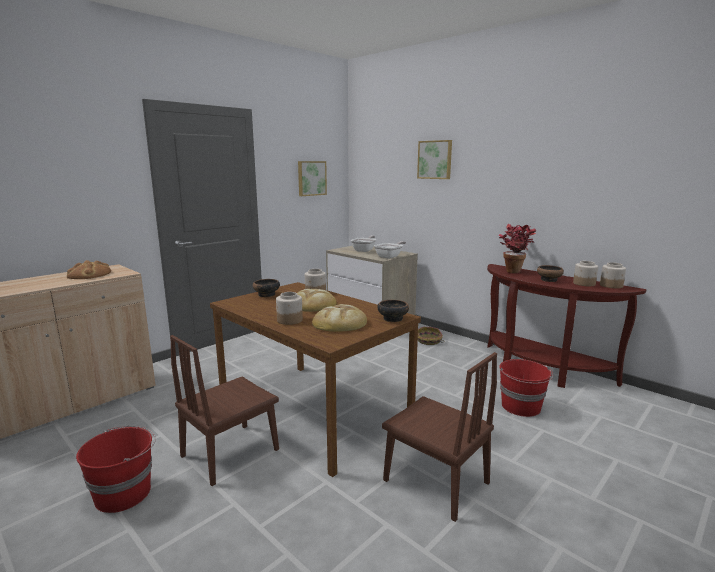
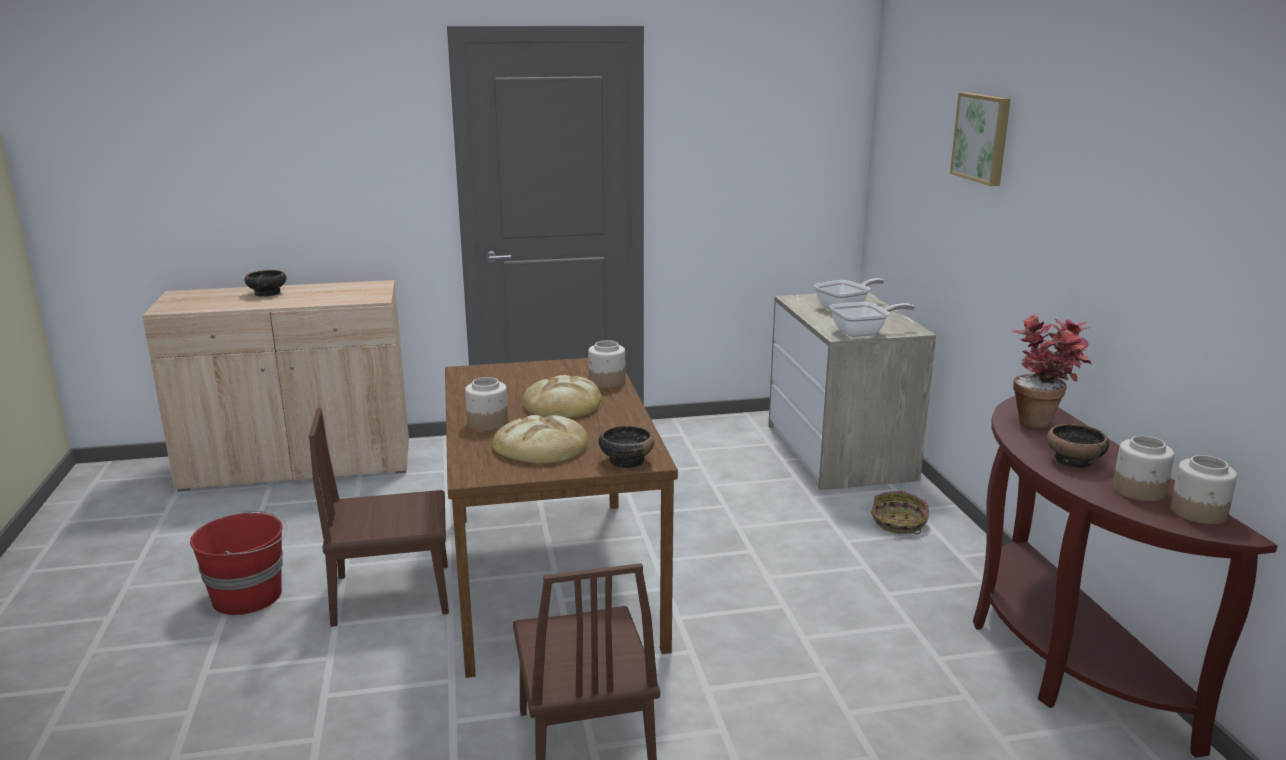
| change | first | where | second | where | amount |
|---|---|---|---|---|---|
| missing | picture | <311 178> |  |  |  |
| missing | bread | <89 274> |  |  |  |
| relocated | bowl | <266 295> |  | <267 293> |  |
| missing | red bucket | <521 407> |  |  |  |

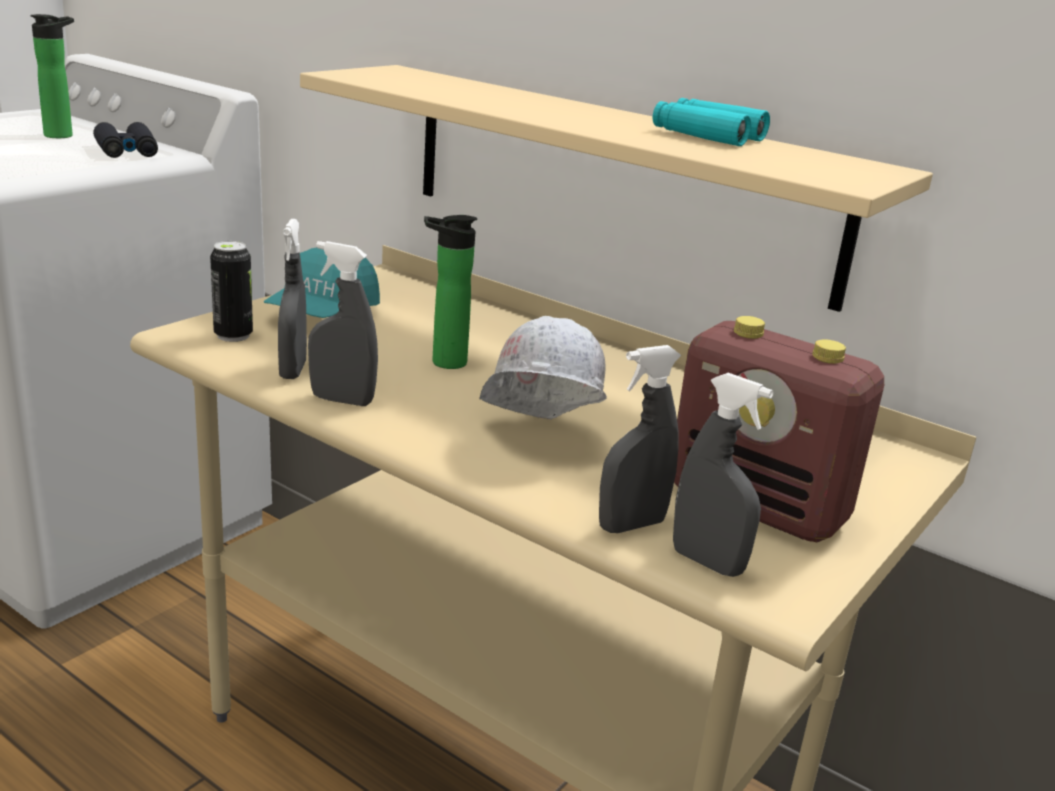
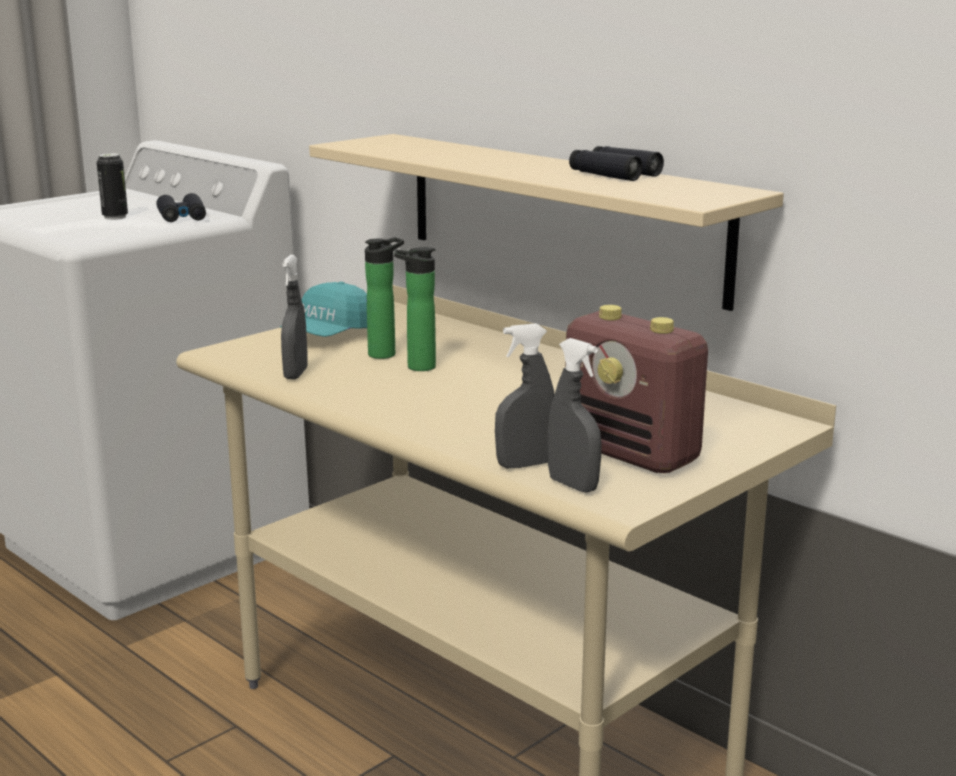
| change | first | where | second | where | amount |
|---|---|---|---|---|---|
| relocated | bottle | <63 135> |  | <385 354> |  |
| colour | turquoise binoculars | <707 135> | black binoculars | <614 174> |  |
| relocated | can | <233 336> |  | <115 217> |  |
| missing | grey spray bottle | <342 400> |  |  |  |
| missing | white hard hat | <536 438> |  |  |  |

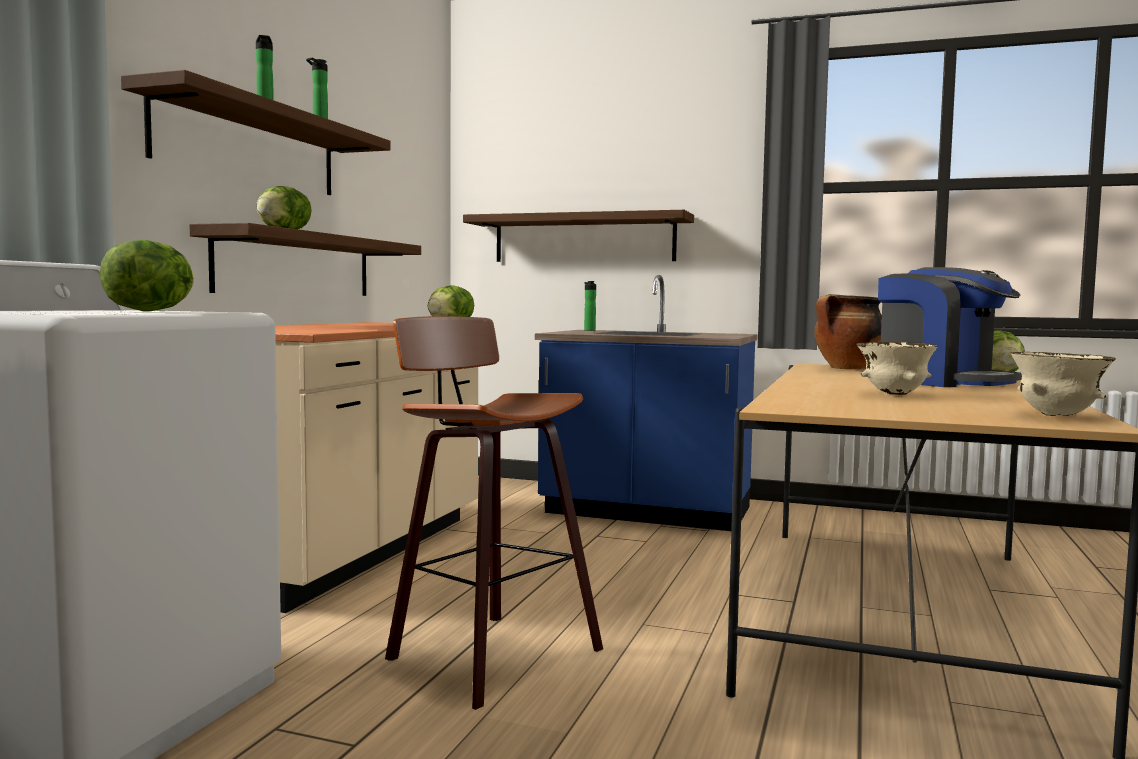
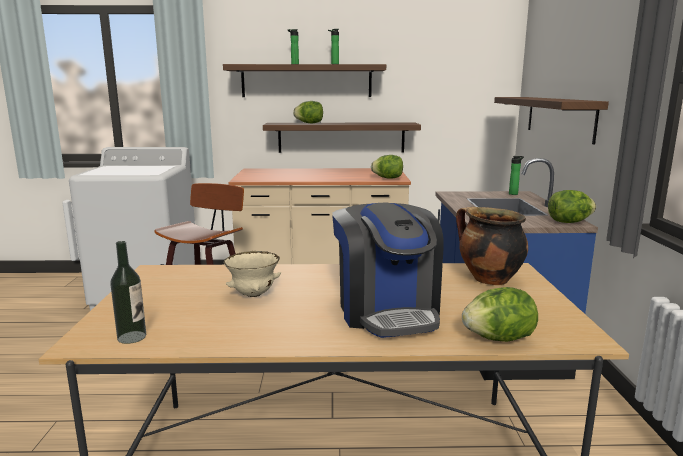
| change | first | where | second | where | amount |
|---|---|---|---|---|---|
| relocated | lettuce | <151 311> |  | <569 222> |  |
| spun | coffee machine | <941 382> |  | <387 311> | 45 degrees counterclockwise |
| exchanged | beige bowl | <1057 416> | bottle | <132 337> |  |

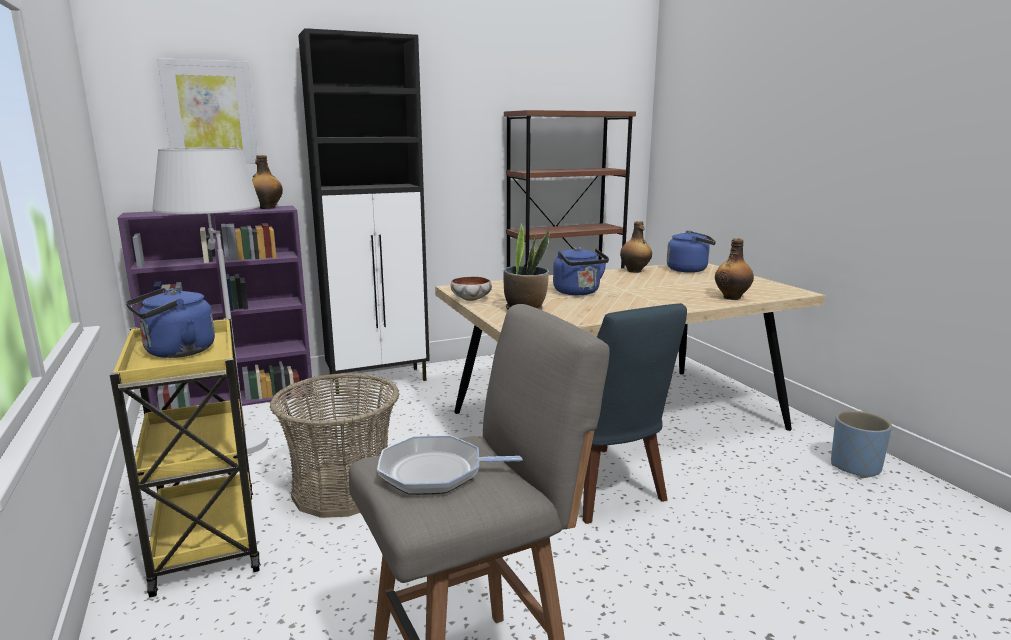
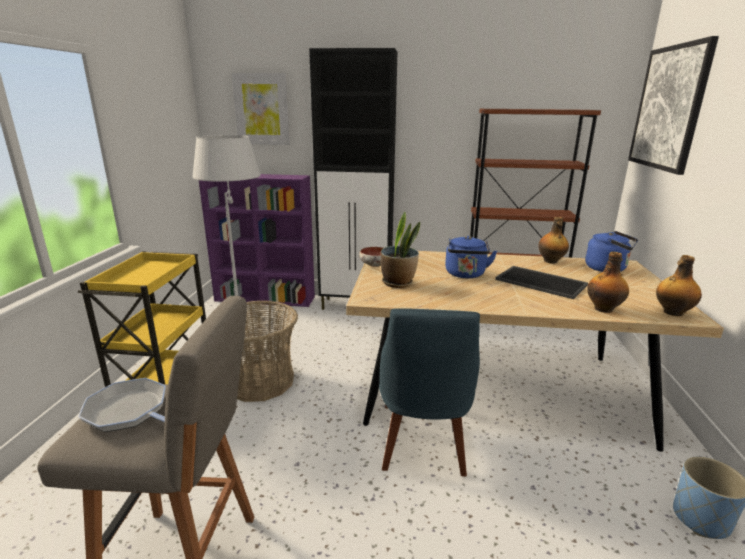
| change | first | where | second | where | amount |
|---|---|---|---|---|---|
| relocated | bottle | <267 208> |  | <672 312> |  |
| missing | blue kettle | <176 352> |  |  |  |
| appeared |  |  | picture | <669 108> |  |
| appeared |  |  | tray | <542 282> |  |

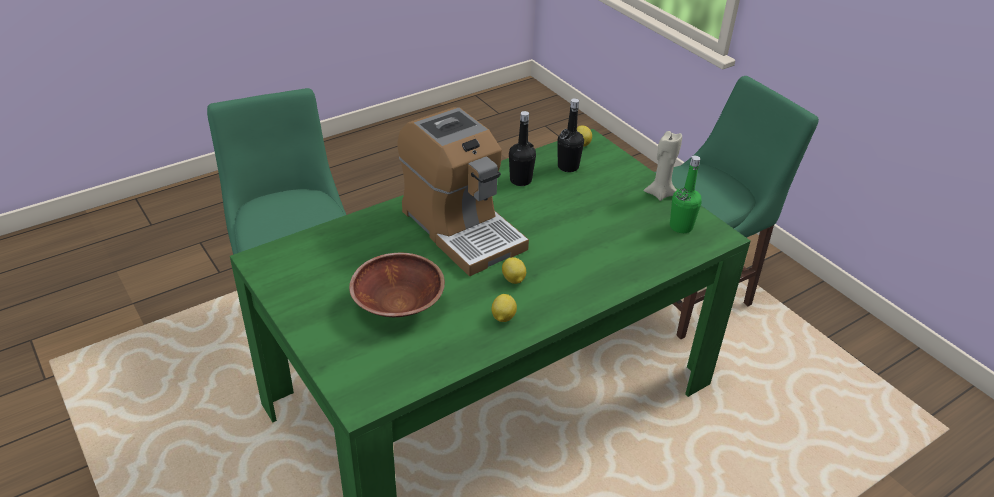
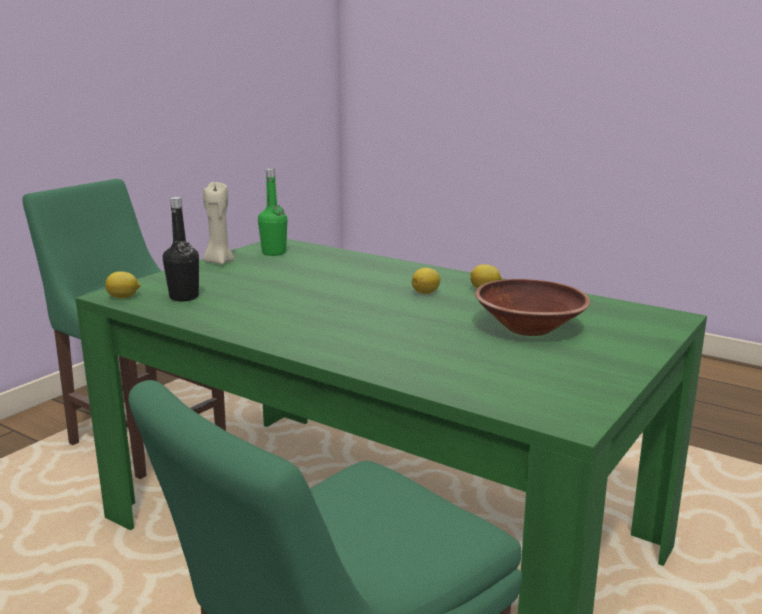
| change | first | where | second | where | amount |
|---|---|---|---|---|---|
| missing | coffee machine | <461 229> |  |  |  |
| missing | black bottle | <520 180> |  |  |  |

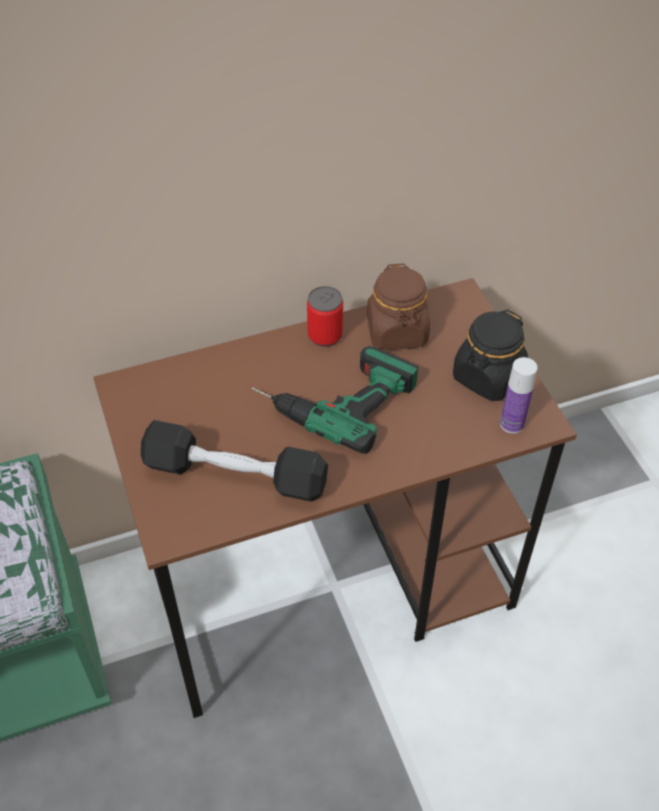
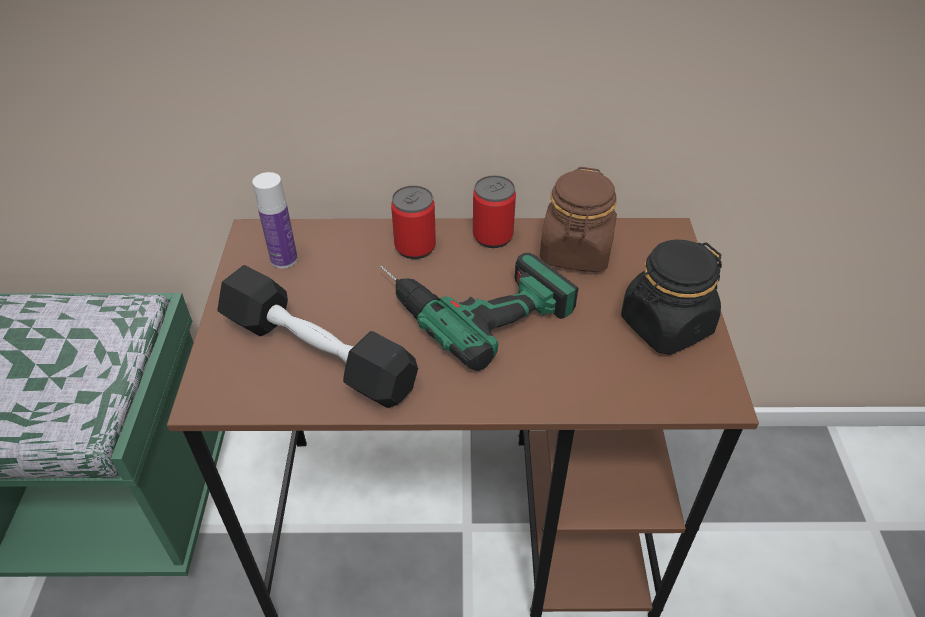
| change | first | where | second | where | amount |
|---|---|---|---|---|---|
| relocated | bottle | <512 424> |  | <284 259> |  |
| appeared |  |  | can | <415 247> |  |

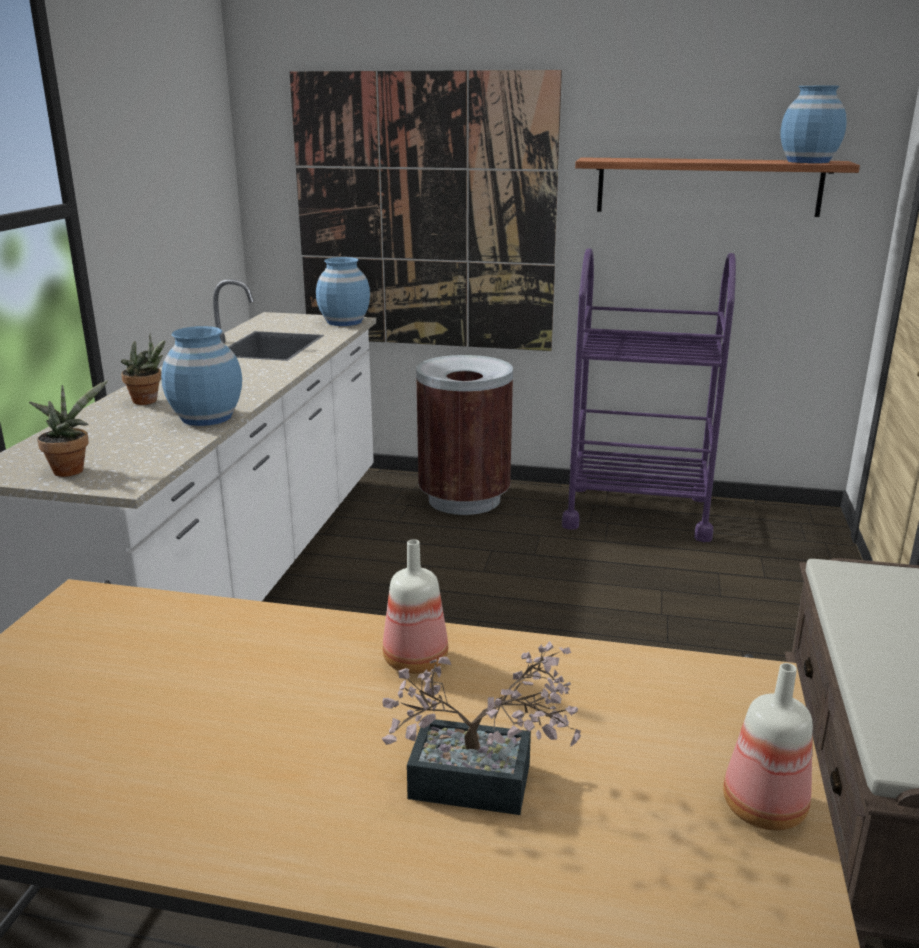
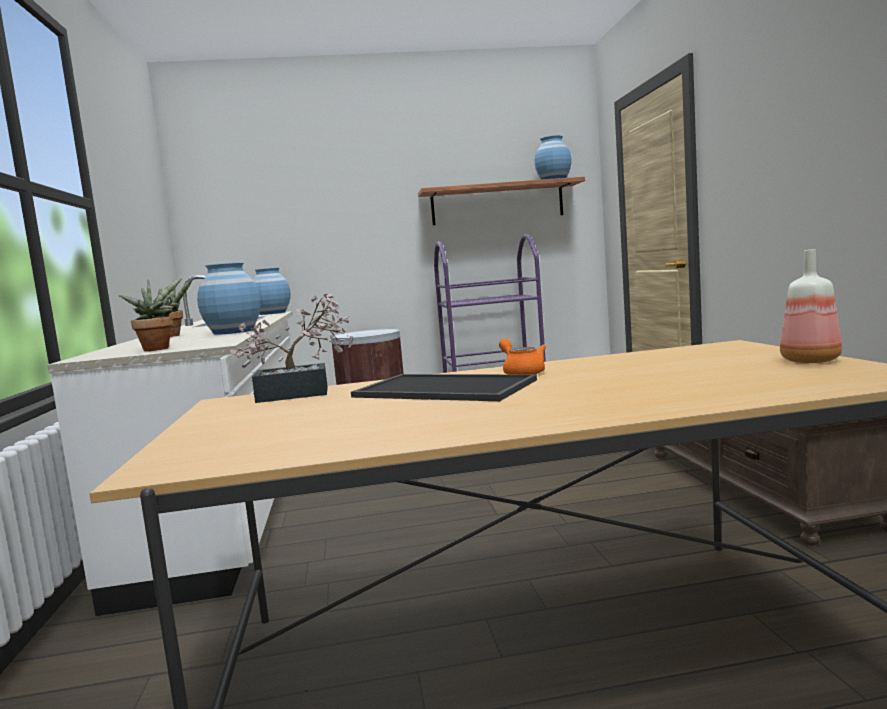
| change | first | where | second | where | amount |
|---|---|---|---|---|---|
| missing | picture | <424 215> |  |  |  |
| exchanged | bottle | <413 660> | orange teapot | <521 372> |  |
| relocated | potted plant | <485 784> |  | <302 393> |  |
| appeared |  |  | tray | <441 389> |  |

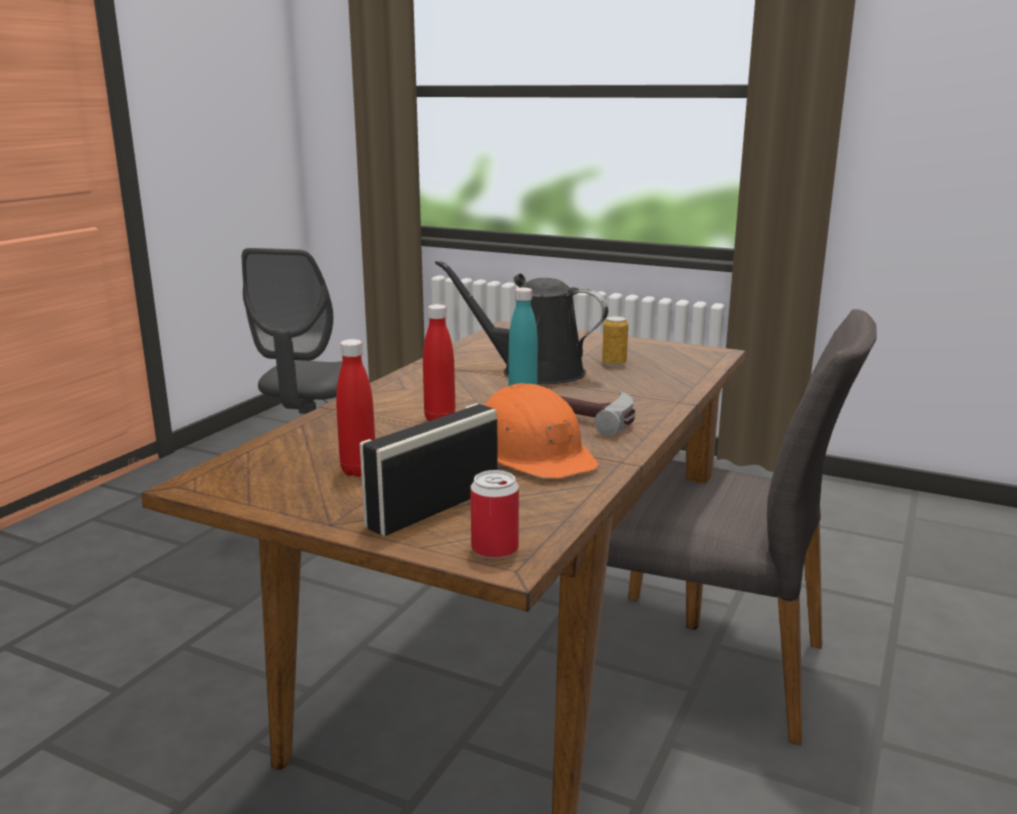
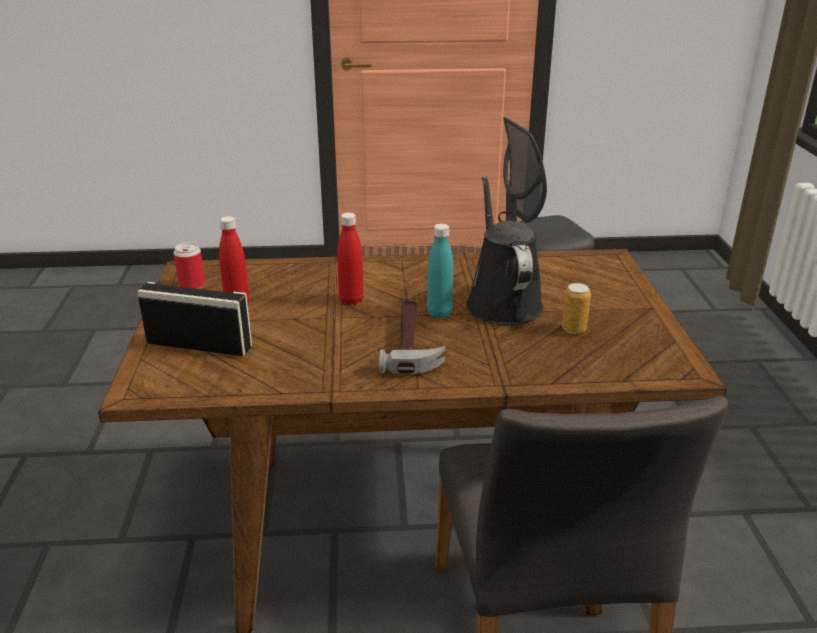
| change | first | where | second | where | amount |
|---|---|---|---|---|---|
| missing | orange hard hat | <533 452> |  |  |  |
| relocated | can | <495 549> |  | <192 285> |  |

